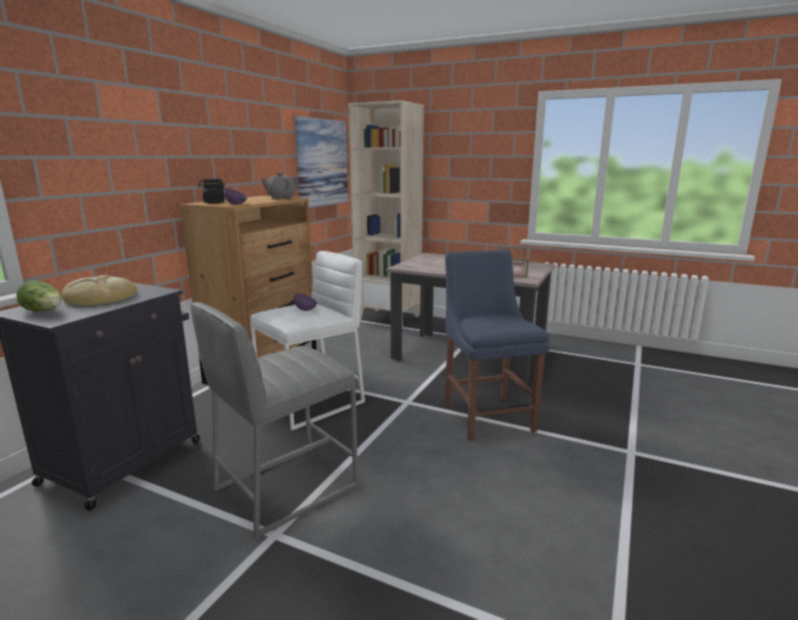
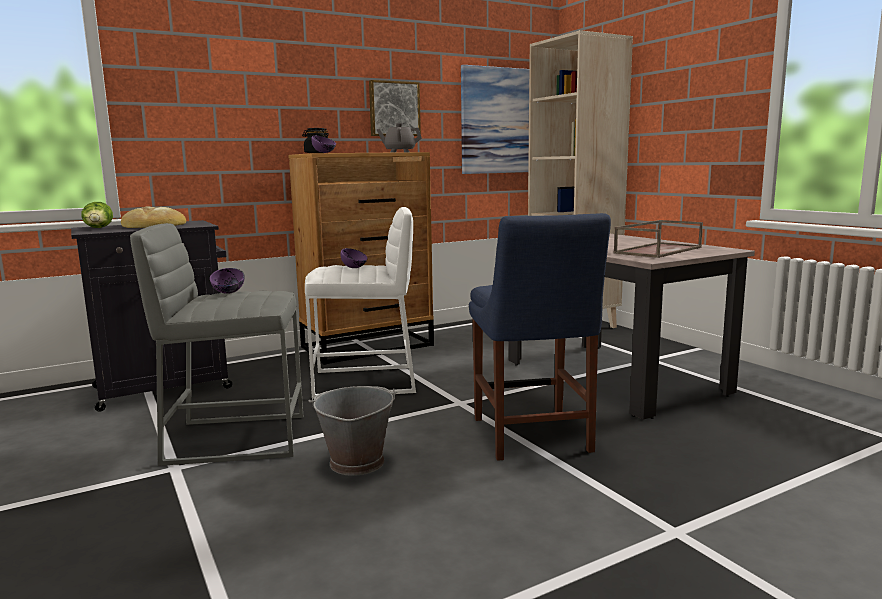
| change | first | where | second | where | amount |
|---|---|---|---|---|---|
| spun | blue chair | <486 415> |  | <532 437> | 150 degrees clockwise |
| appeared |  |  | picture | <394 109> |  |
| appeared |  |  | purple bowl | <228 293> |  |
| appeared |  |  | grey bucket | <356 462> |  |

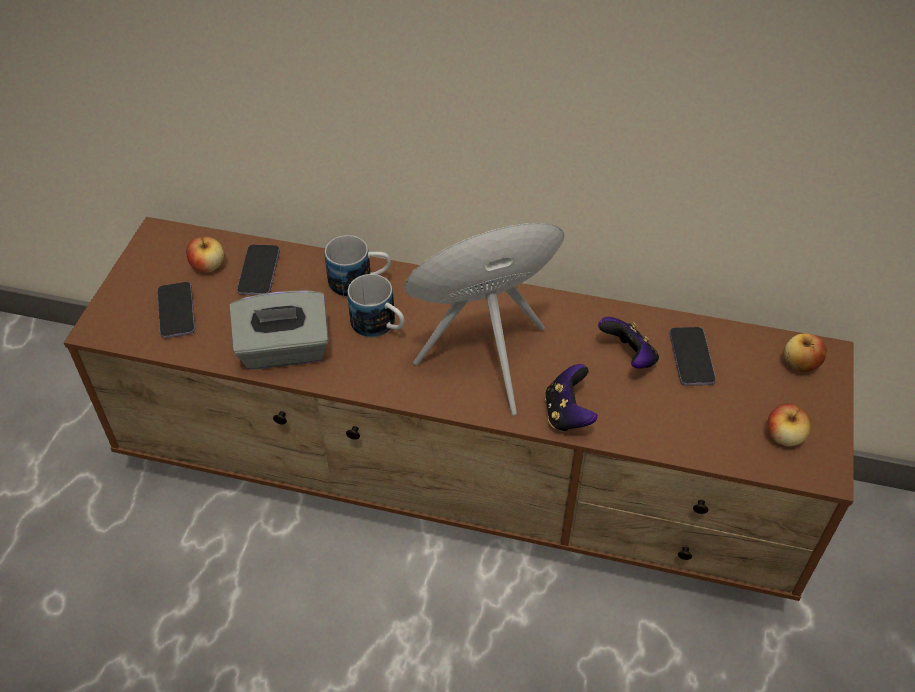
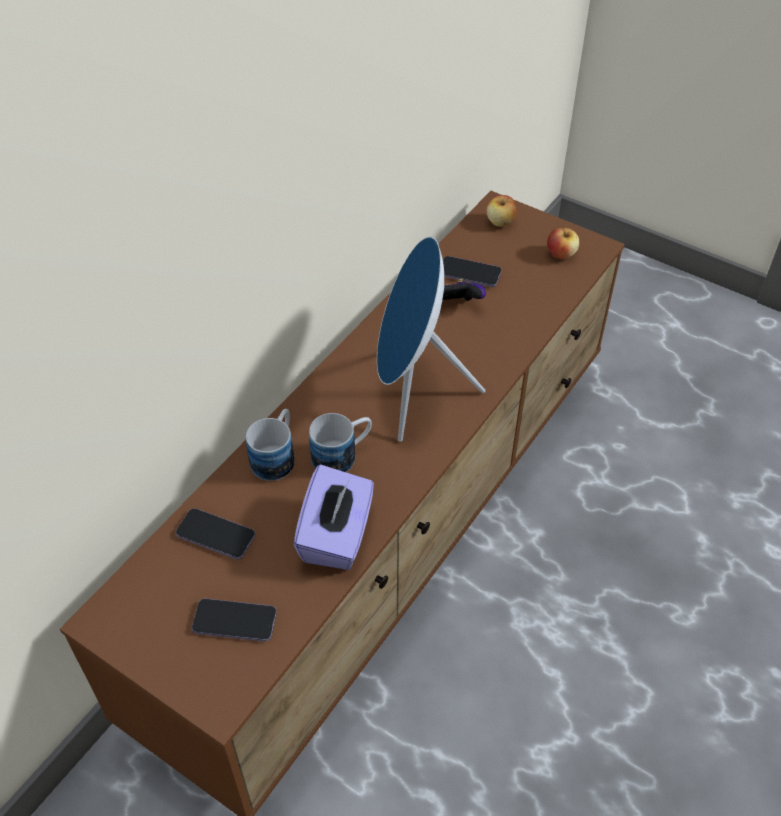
| change | first | where | second | where | amount |
|---|---|---|---|---|---|
| missing | apple | <208 266> |  |  |  |
| colour | grey tissue box | <284 350> | purple tissue box | <337 536> |  |
| missing | game controller | <567 414> |  |  |  |

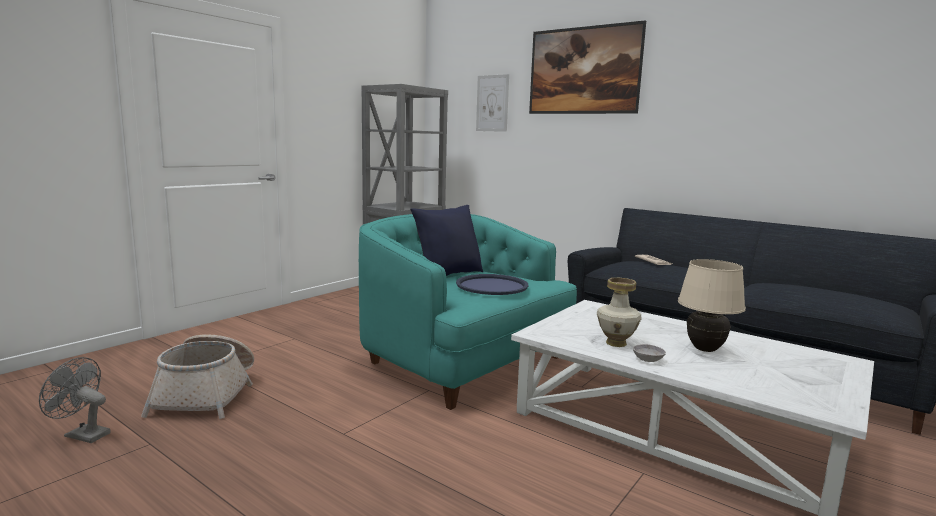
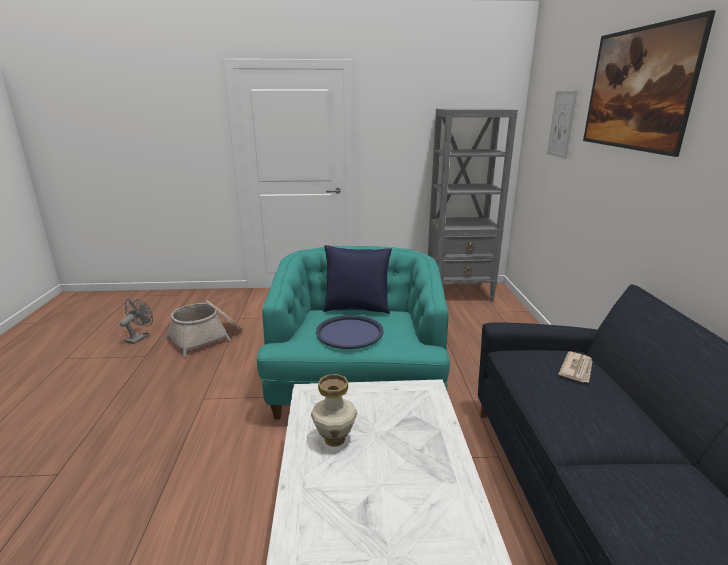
| change | first | where | second | where | amount |
|---|---|---|---|---|---|
| missing | beige table lamp | <705 350> |  |  |  |
| missing | grey bowl | <648 360> |  |  |  |
| spun | grey fan | <82 434> |  | <140 337> | 45 degrees clockwise |

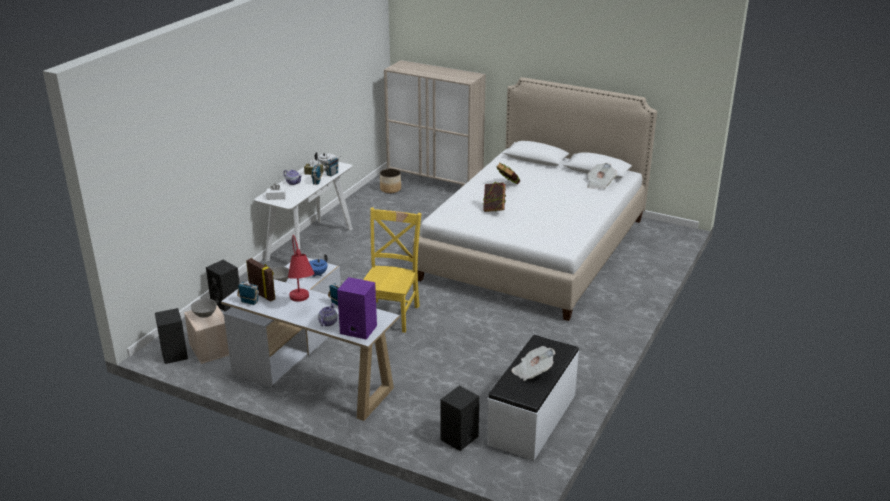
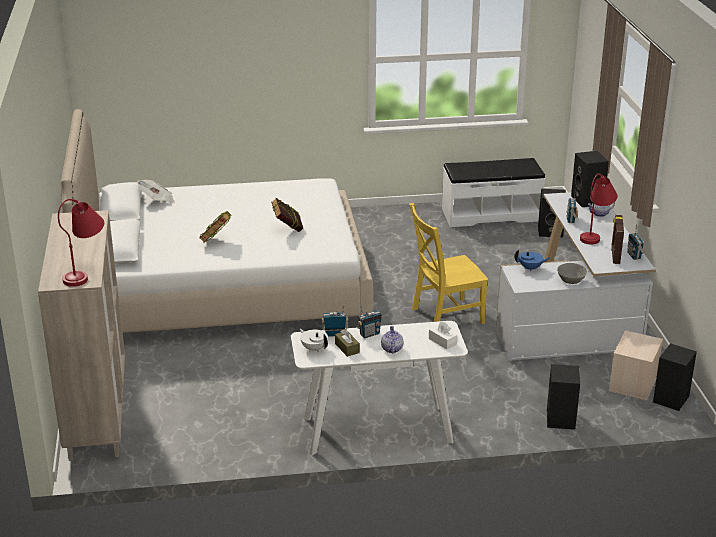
| change | first | where | second | where | amount |
|---|---|---|---|---|---|
| missing | planter | <390 189> |  |  |  |
| colour | purple speaker | <357 330> | black speaker | <588 200> |  |
| missing | grey bowl | <204 314> |  |  |  |
| missing | newspaper | <532 372> |  |  |  |
| appeared |  |  | red table lamp | <86 273> |  |

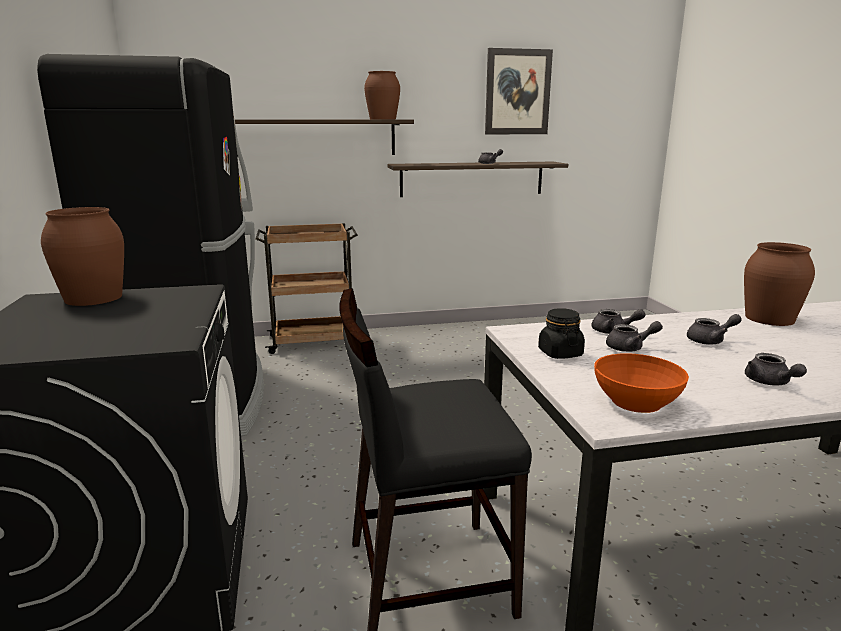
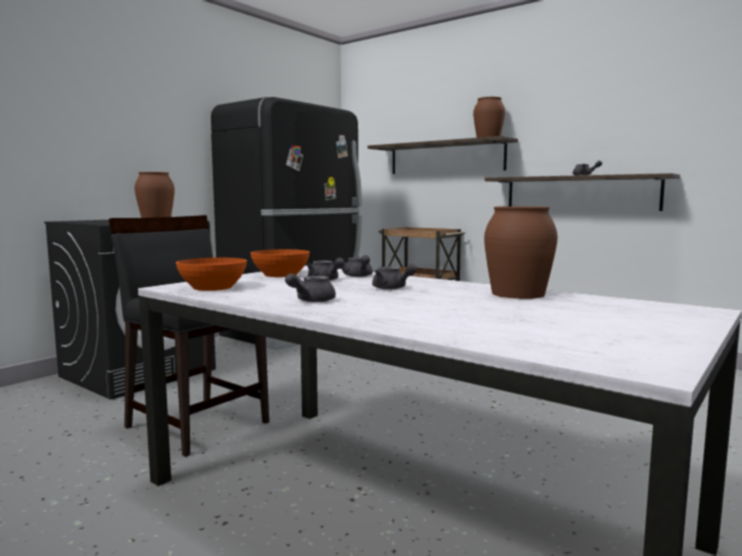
| change | first | where | second | where | amount |
|---|---|---|---|---|---|
| missing | picture | <517 92> |  |  |  |
| exchanged | black jar | <560 353> | orange bowl | <280 275> |  |

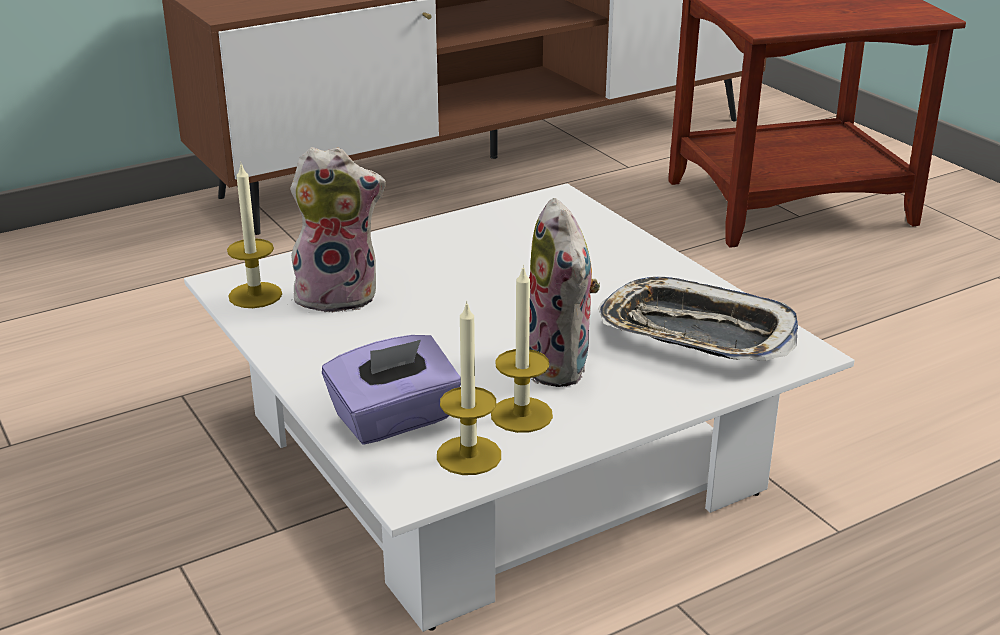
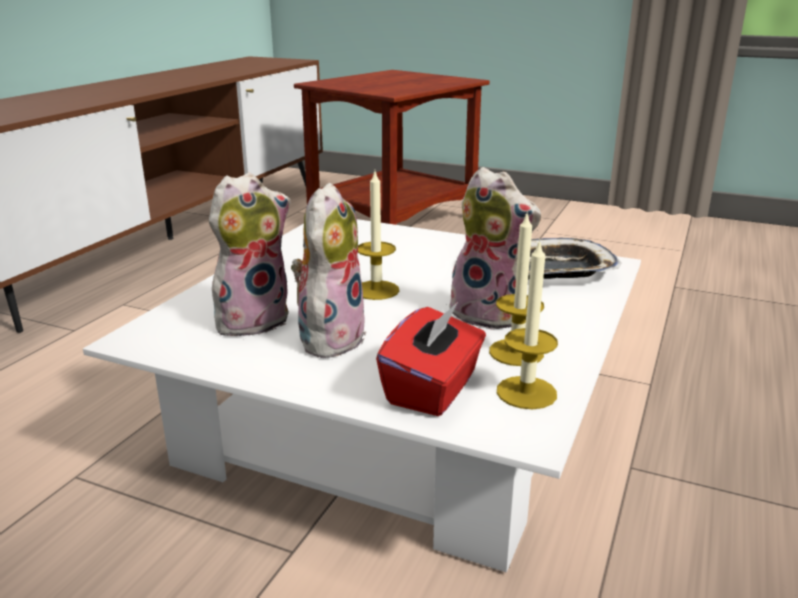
| change | first | where | second | where | amount |
|---|---|---|---|---|---|
| relocated | candle | <255 295> |  | <376 290> |  |
| colour | purple tissue box | <394 420> | red tissue box | <433 389> |  |
| appeared |  |  | plush toy | <330 337> |  |

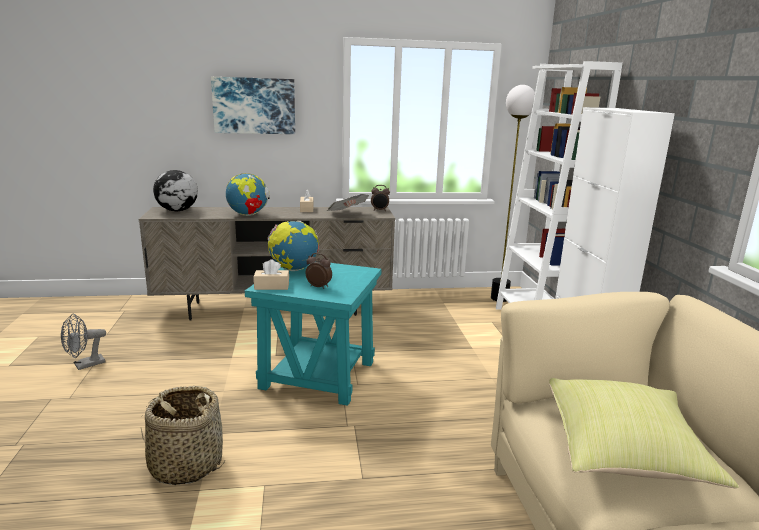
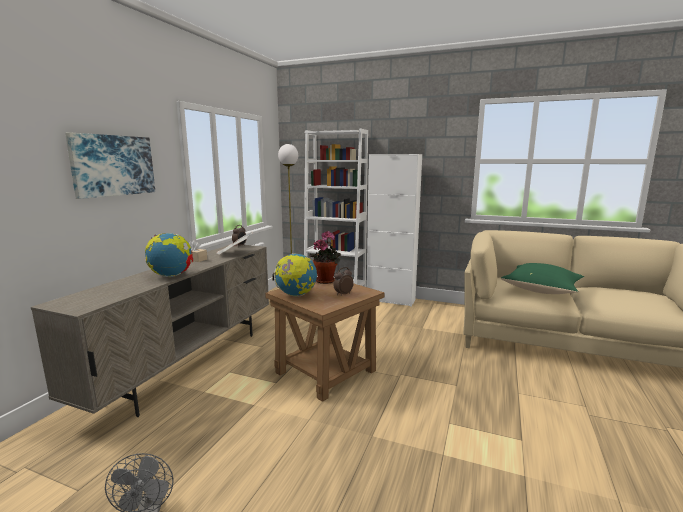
| change | first | where | second | where | amount |
|---|---|---|---|---|---|
| missing | globe | <177 211> |  |  |  |
| missing | beige tissue box | <271 286> |  |  |  |
| colour | turquoise side table | <317 375> | brown side table | <325 372> |  |
| colour | yellow pillow | <624 454> | green pillow | <542 290> |  |
| missing | basket | <186 464> |  |  |  |
| appeared |  |  | potted plant | <326 280> |  |

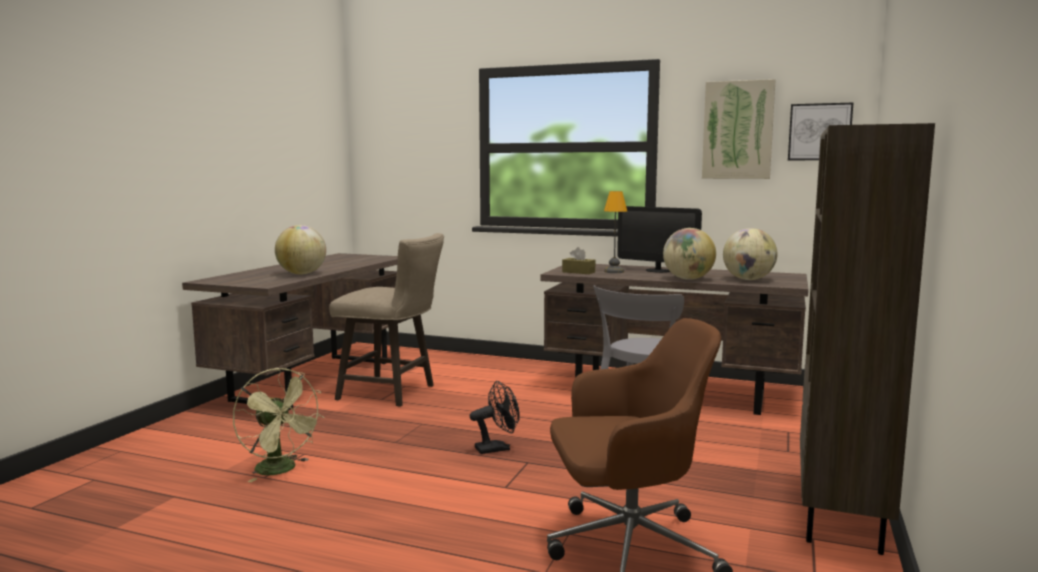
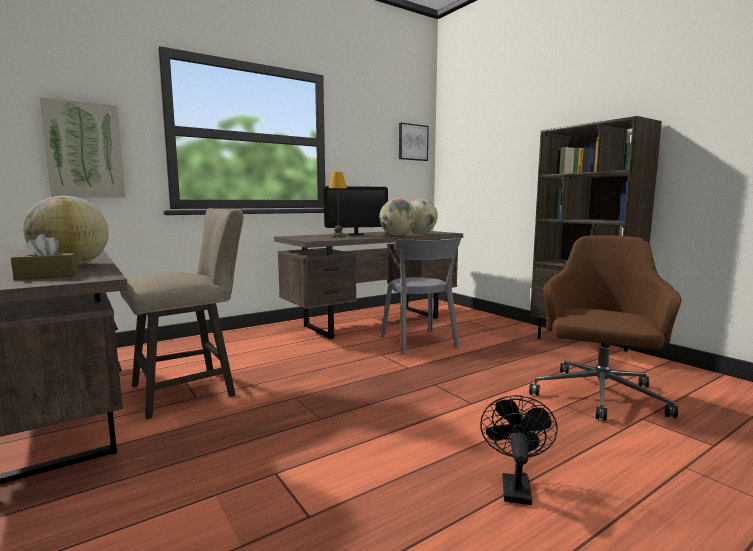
| change | first | where | second | where | amount |
|---|---|---|---|---|---|
| relocated | picture | <738 130> |  | <84 150> |  |
| relocated | brown tissue box | <578 272> |  | <47 276> |  |
| missing | green fan | <281 470> |  |  |  |
| relocated | black fan | <497 448> |  | <514 485> |  |

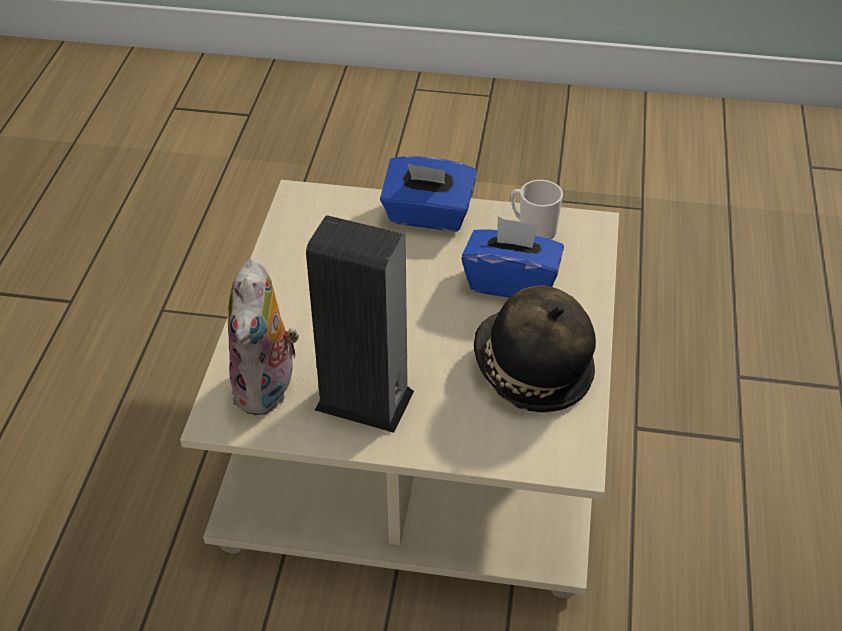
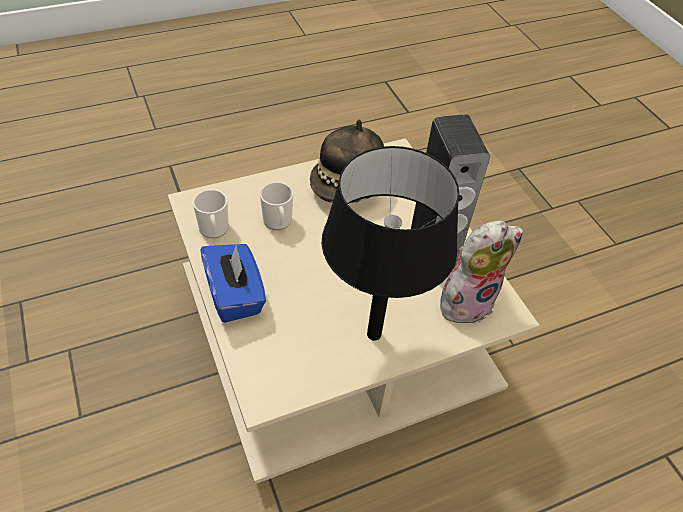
| change | first | where | second | where | amount |
|---|---|---|---|---|---|
| exchanged | blue tissue box | <511 282> | mug | <278 222> |  |
| appeared |  |  | black table lamp | <374 334> |  |

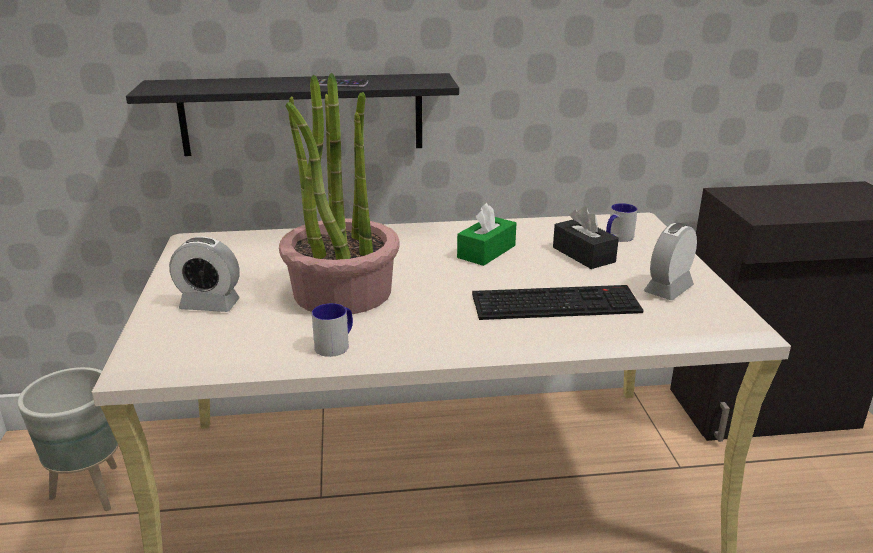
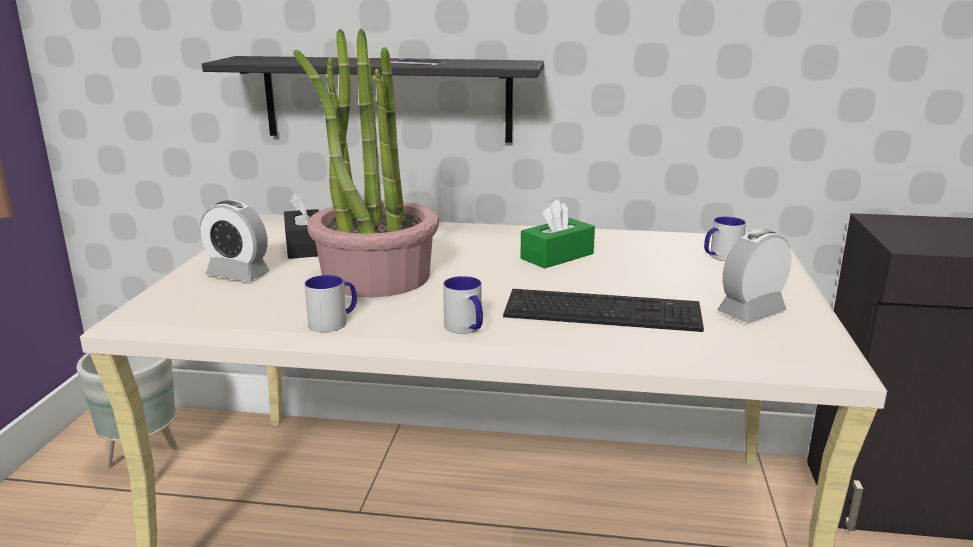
| change | first | where | second | where | amount |
|---|---|---|---|---|---|
| relocated | black tissue box | <583 254> |  | <305 246> |  |
| appeared |  |  | mug | <466 328> |  |

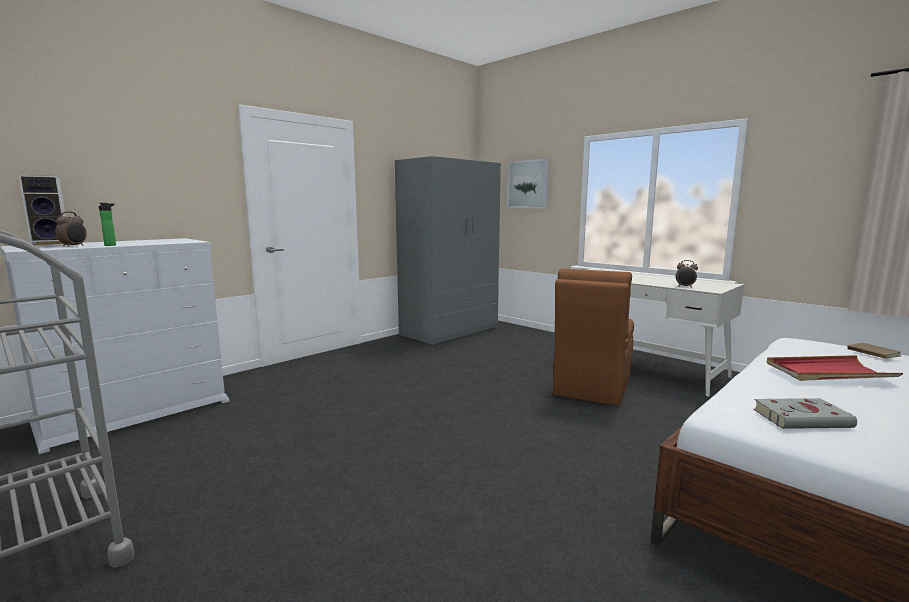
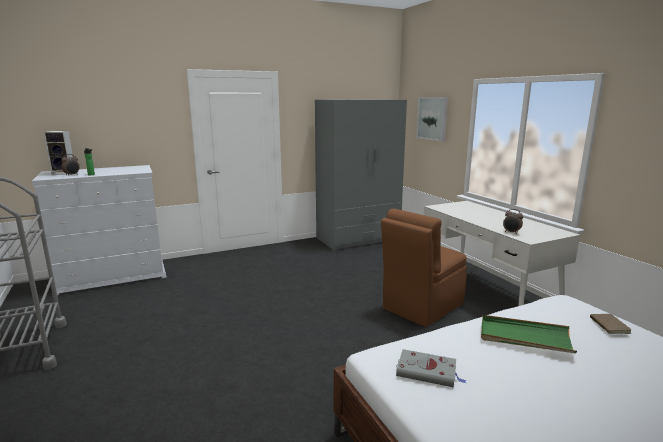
| change | first | where | second | where | amount |
|---|---|---|---|---|---|
| colour | red tray | <828 372> | green tray | <524 337> |  |

